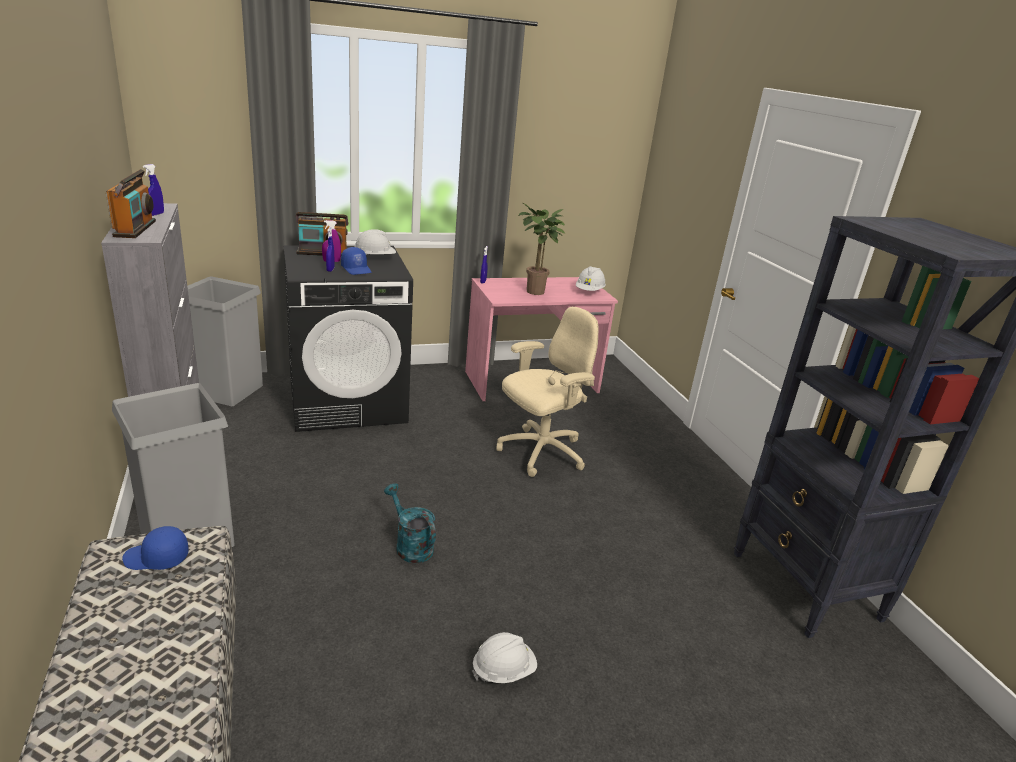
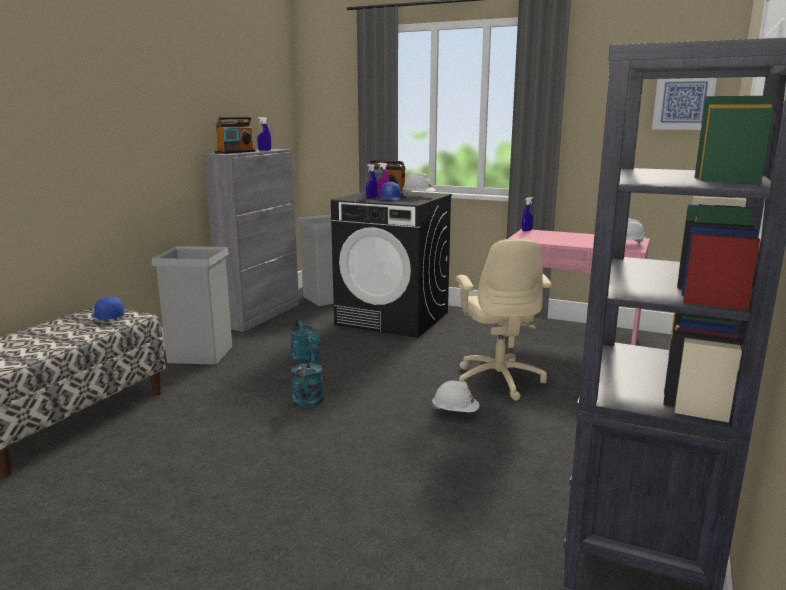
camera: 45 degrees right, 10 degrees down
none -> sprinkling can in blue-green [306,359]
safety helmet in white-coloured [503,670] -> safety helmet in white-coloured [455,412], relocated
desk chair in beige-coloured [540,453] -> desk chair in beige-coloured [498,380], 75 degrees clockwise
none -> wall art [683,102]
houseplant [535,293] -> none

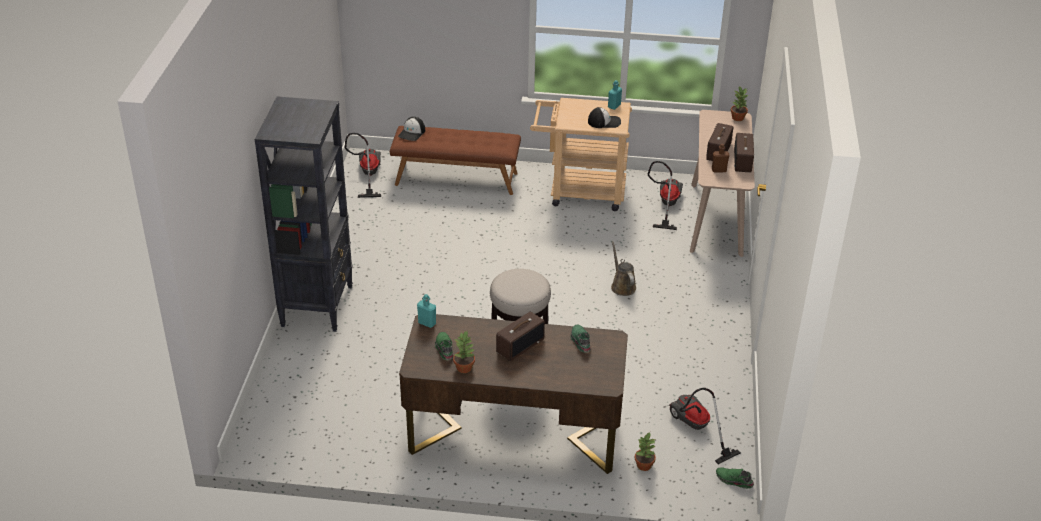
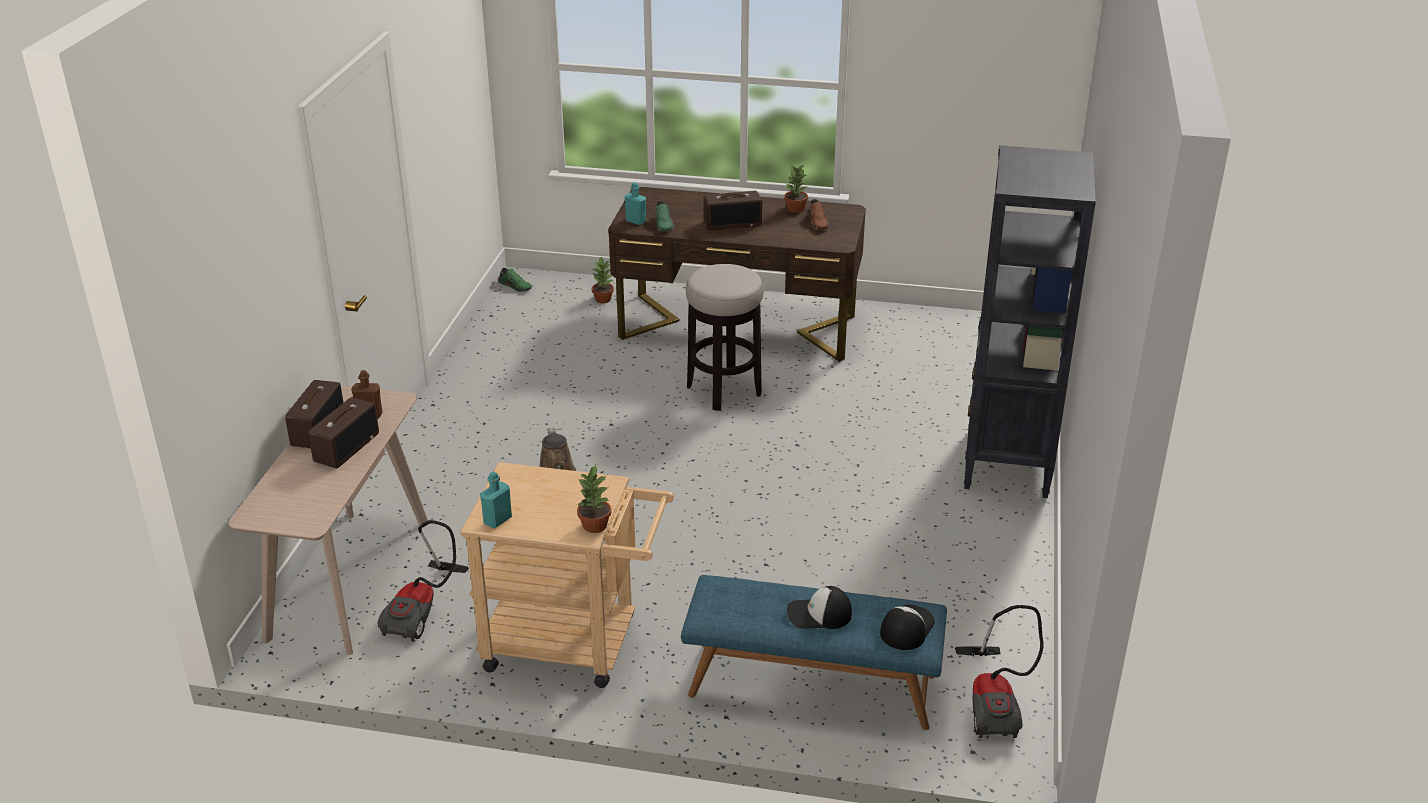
camera: 175 degrees left, 5 degrees down
houseplant [738,118] -> houseplant [594,526], relocated
beverage bottle in blue-green [427,323] -> beverage bottle in blue-green [636,221], relocated
long seat in brown-coloured [456,178] -> long seat in bluish [811,686]
radio set [520,345] -> radio set [732,223], 150 degrees counterclockwise
baseball cap [604,122] -> baseball cap [818,614], relocated
item of footwear in green [444,349] -> item of footwear in brown-coloured [818,223]
hoover [695,429] -> none

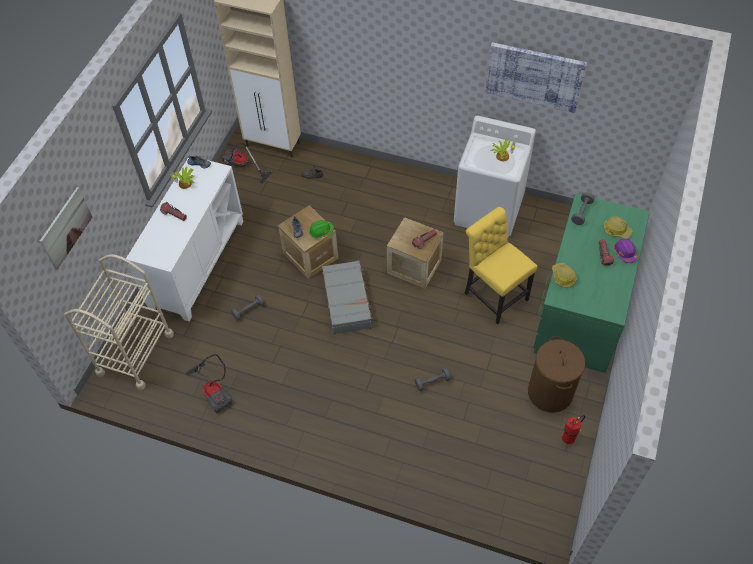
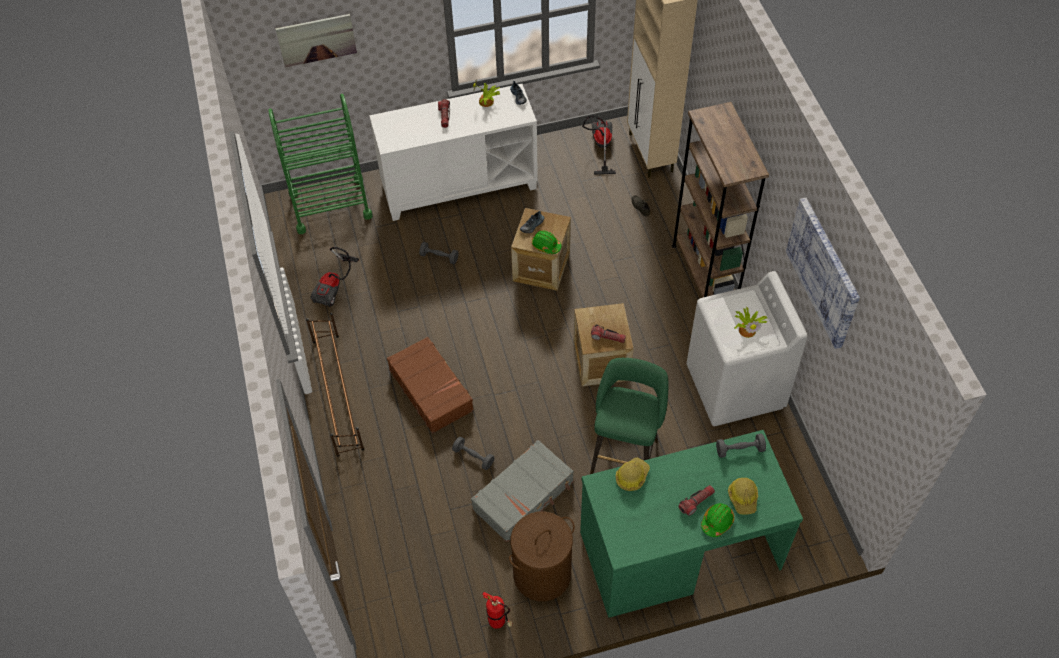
camera: 55 degrees right, 0 degrees up
cart in beige-coloured [135,354] -> cart in green [330,205]
none -> shoe rack in brown-coloured [337,393]
none -> travel case in brown-coloured [431,390]
travel case in gray [347,301] -> travel case in gray [524,496], relocated
plain chair in yellow-coloured [493,294] -> stool in green [625,453]
none -> bookshelf in brown-coloured [704,274]
safety helmet in purplish [624,253] -> safety helmet in green [717,521]

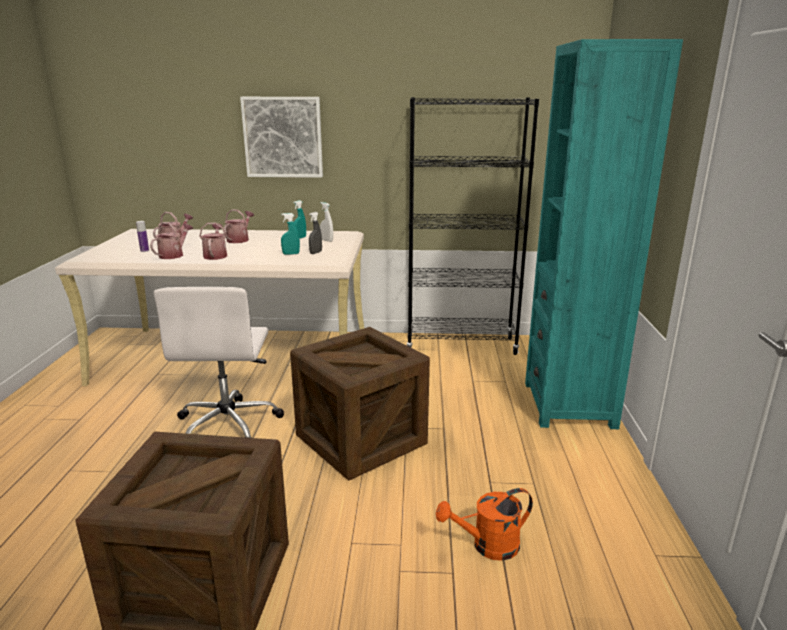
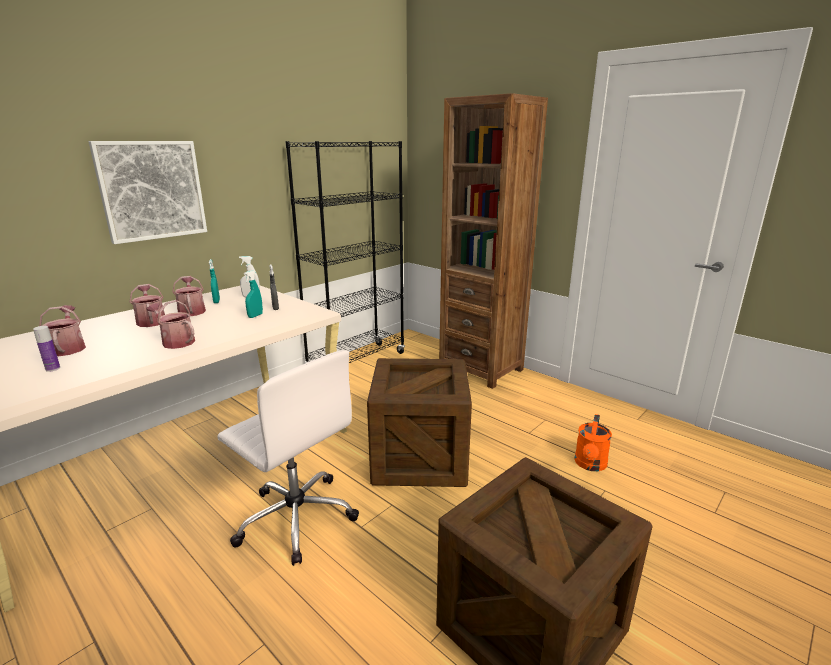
camera: 50 degrees left, 0 degrees up
sprinkling can [174,255] -> sprinkling can [192,311], relocated
bookshelf in blue-green [569,405] -> bookshelf in brown-coloured [481,369]

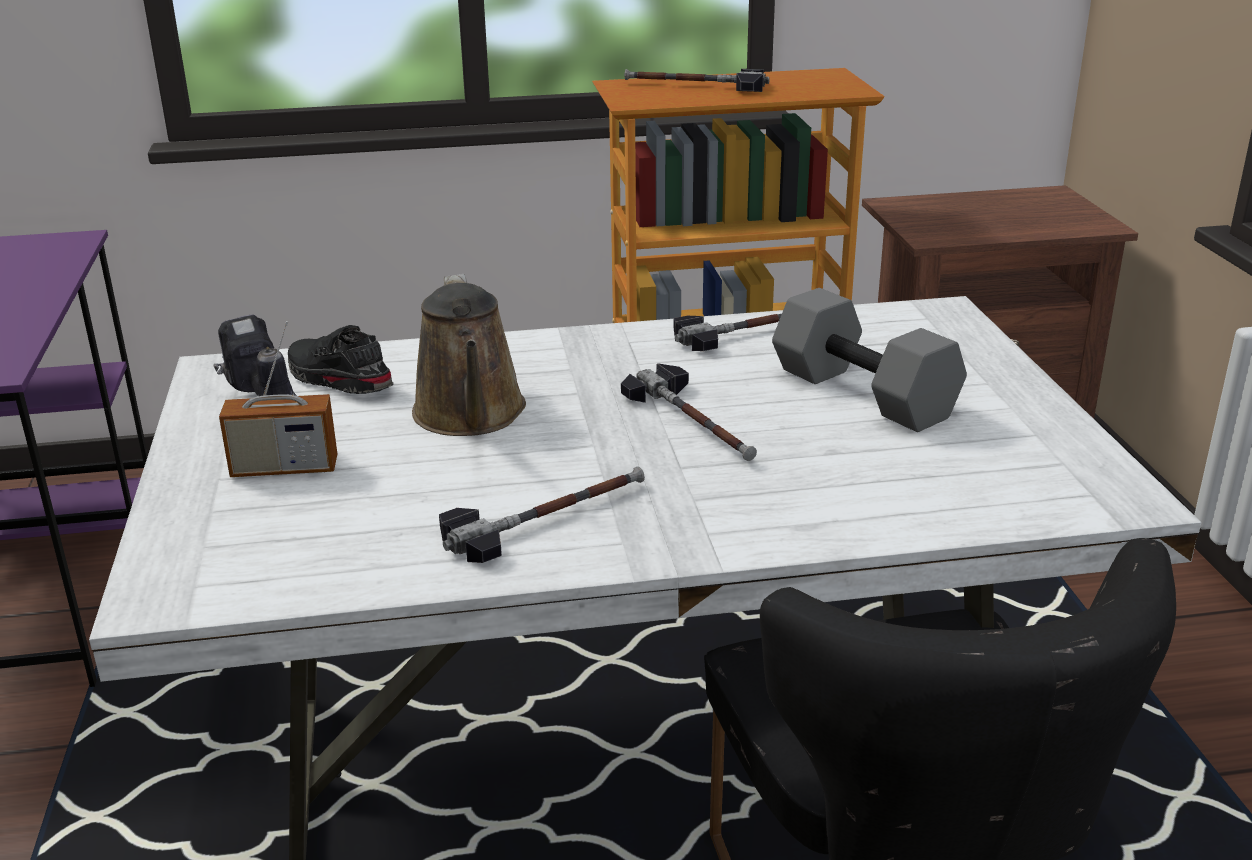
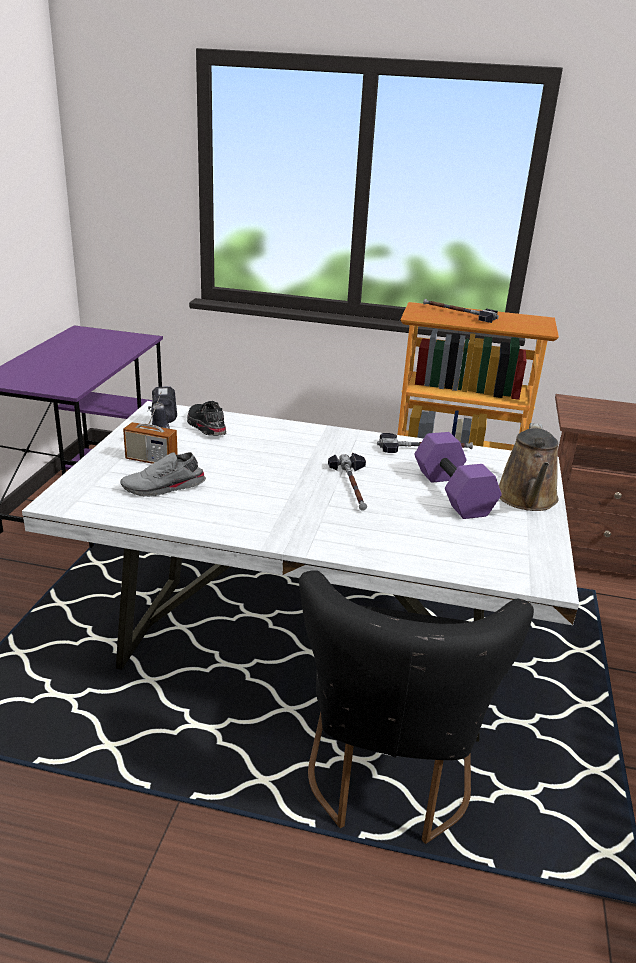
camera: 20 degrees right, 0 degrees up
none -> item of footwear in gray [164,488]
dumbbell in gray [866,393] -> dumbbell in purplish [454,493]
sprinkling can in brown-coloured [470,416] -> sprinkling can in brown-coloured [527,499], relocated
hammer [546,518] -> none

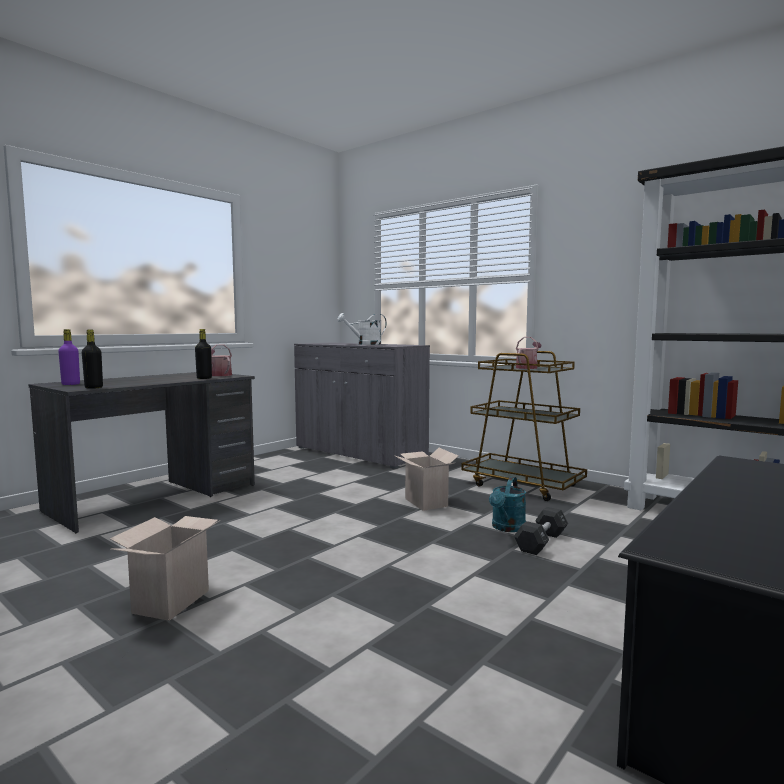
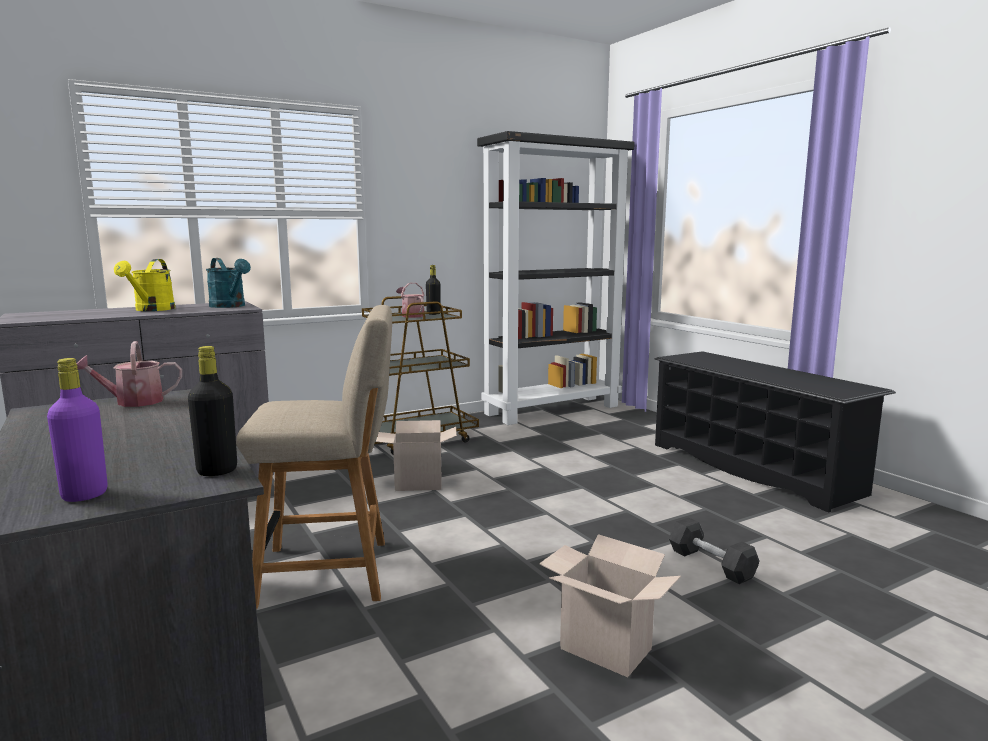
camera: 70 degrees left, 5 degrees up
sprinkling can in white-coloured [365,344] -> sprinkling can in yellow-coloured [151,310]
sprinkling can in blue-green [507,528] -> sprinkling can in blue-green [230,306], relocated
none -> plain chair in beige-coloured [332,572]
beverage bottle in black-coloured [204,378] -> beverage bottle in black-coloured [433,314], relocated
dumbbell in black-coloured [541,542] -> dumbbell in black-coloured [711,564], relocated

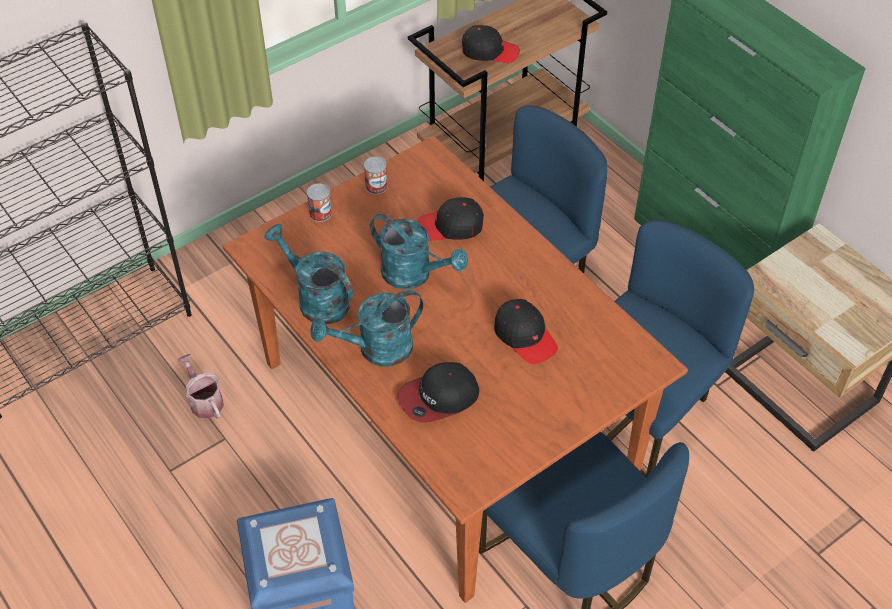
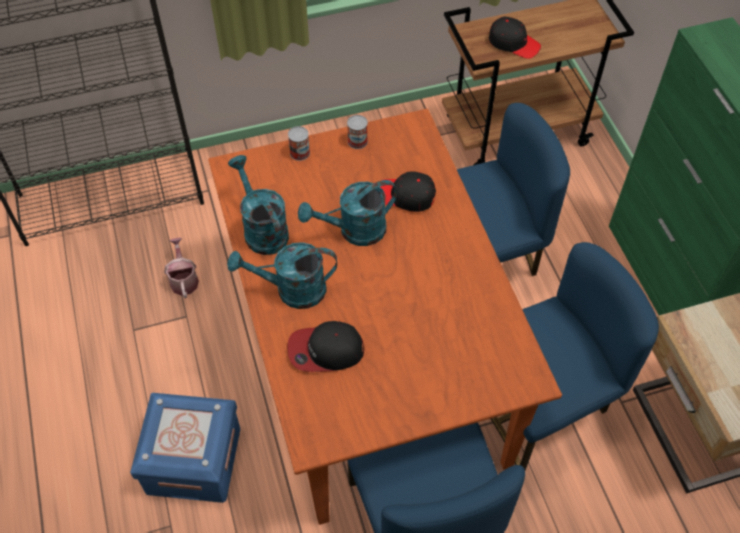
camera: 20 degrees right, 5 degrees up
sprinkling can in blue-green [414,275] -> sprinkling can in blue-green [354,231], 105 degrees clockwise
baseball cap in black-coloured [525,336] -> none

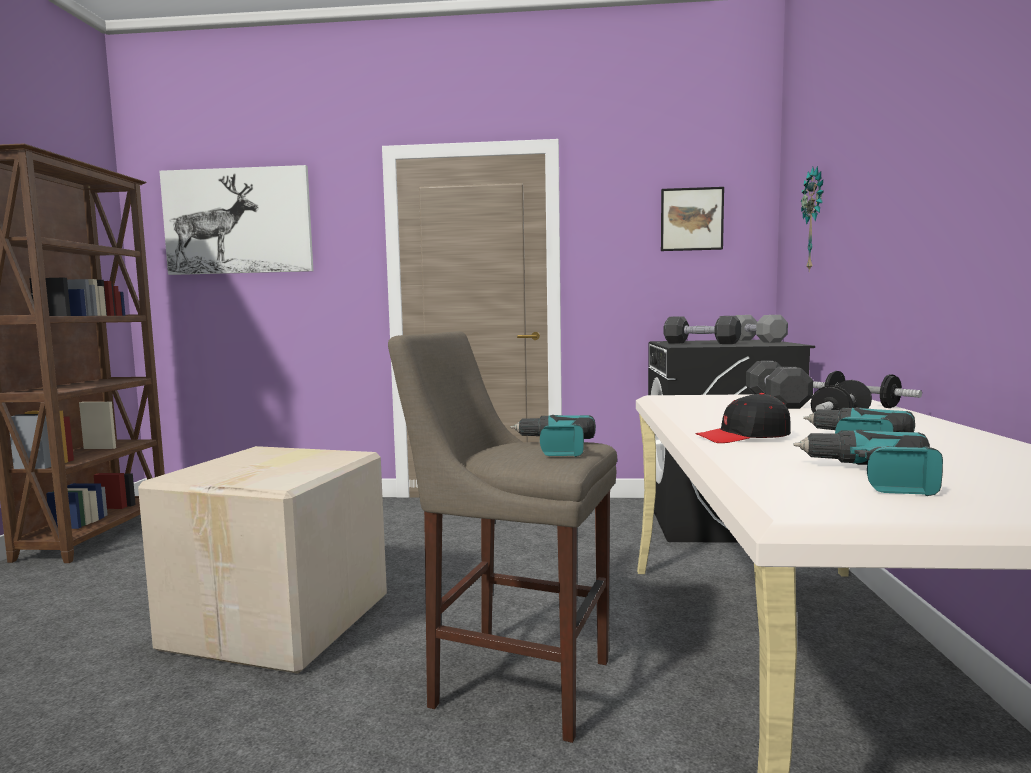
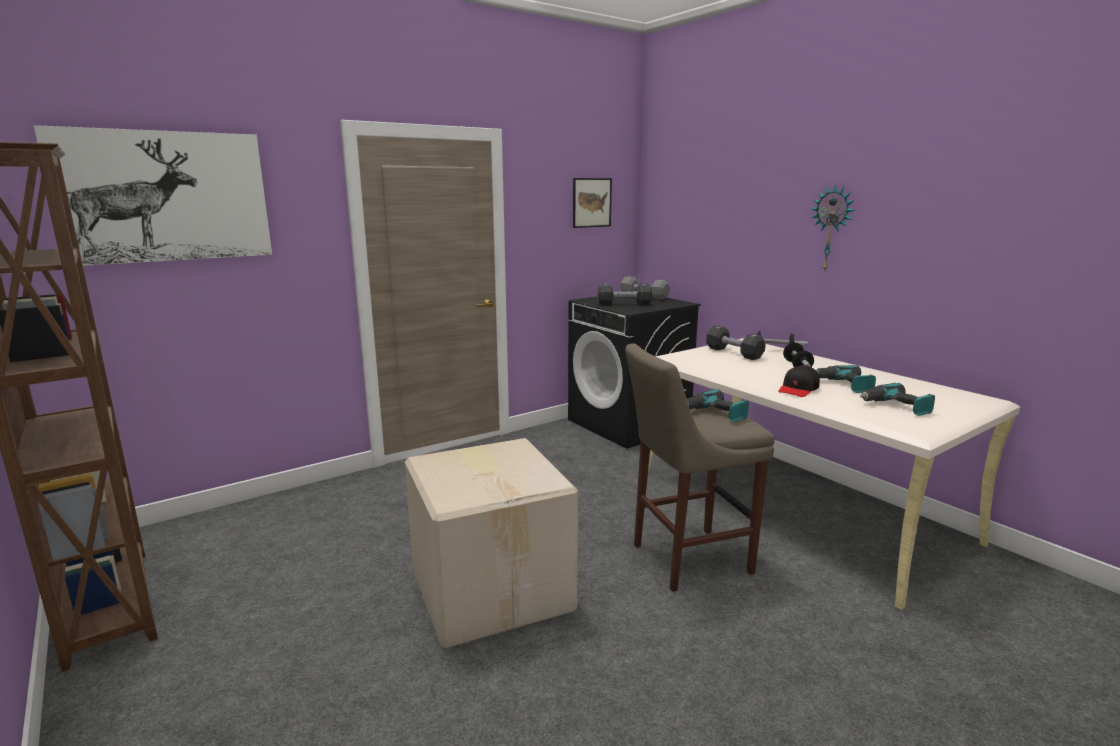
camera: 40 degrees left, 10 degrees up
clock on the wall [815,219] -> clock on the wall [832,229], relocated

